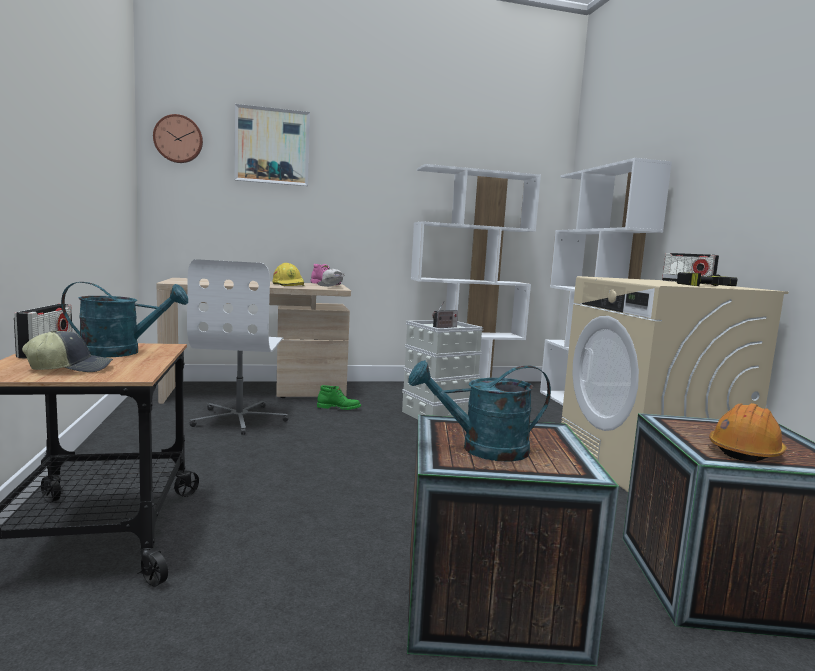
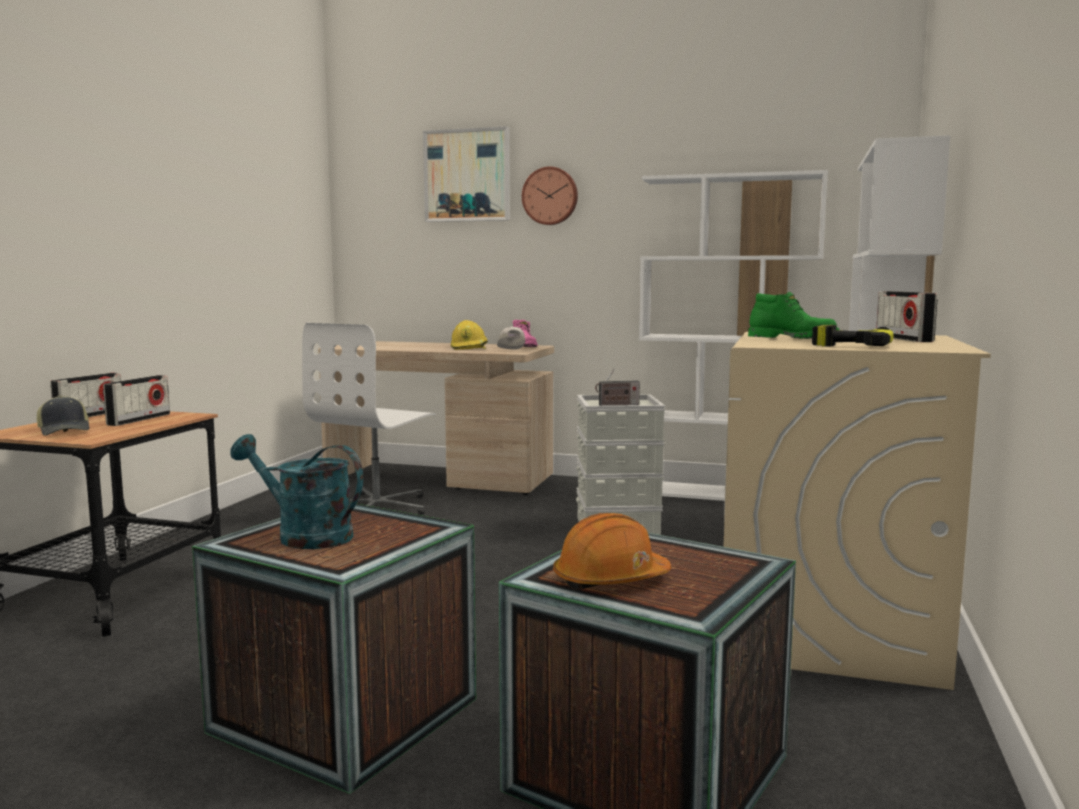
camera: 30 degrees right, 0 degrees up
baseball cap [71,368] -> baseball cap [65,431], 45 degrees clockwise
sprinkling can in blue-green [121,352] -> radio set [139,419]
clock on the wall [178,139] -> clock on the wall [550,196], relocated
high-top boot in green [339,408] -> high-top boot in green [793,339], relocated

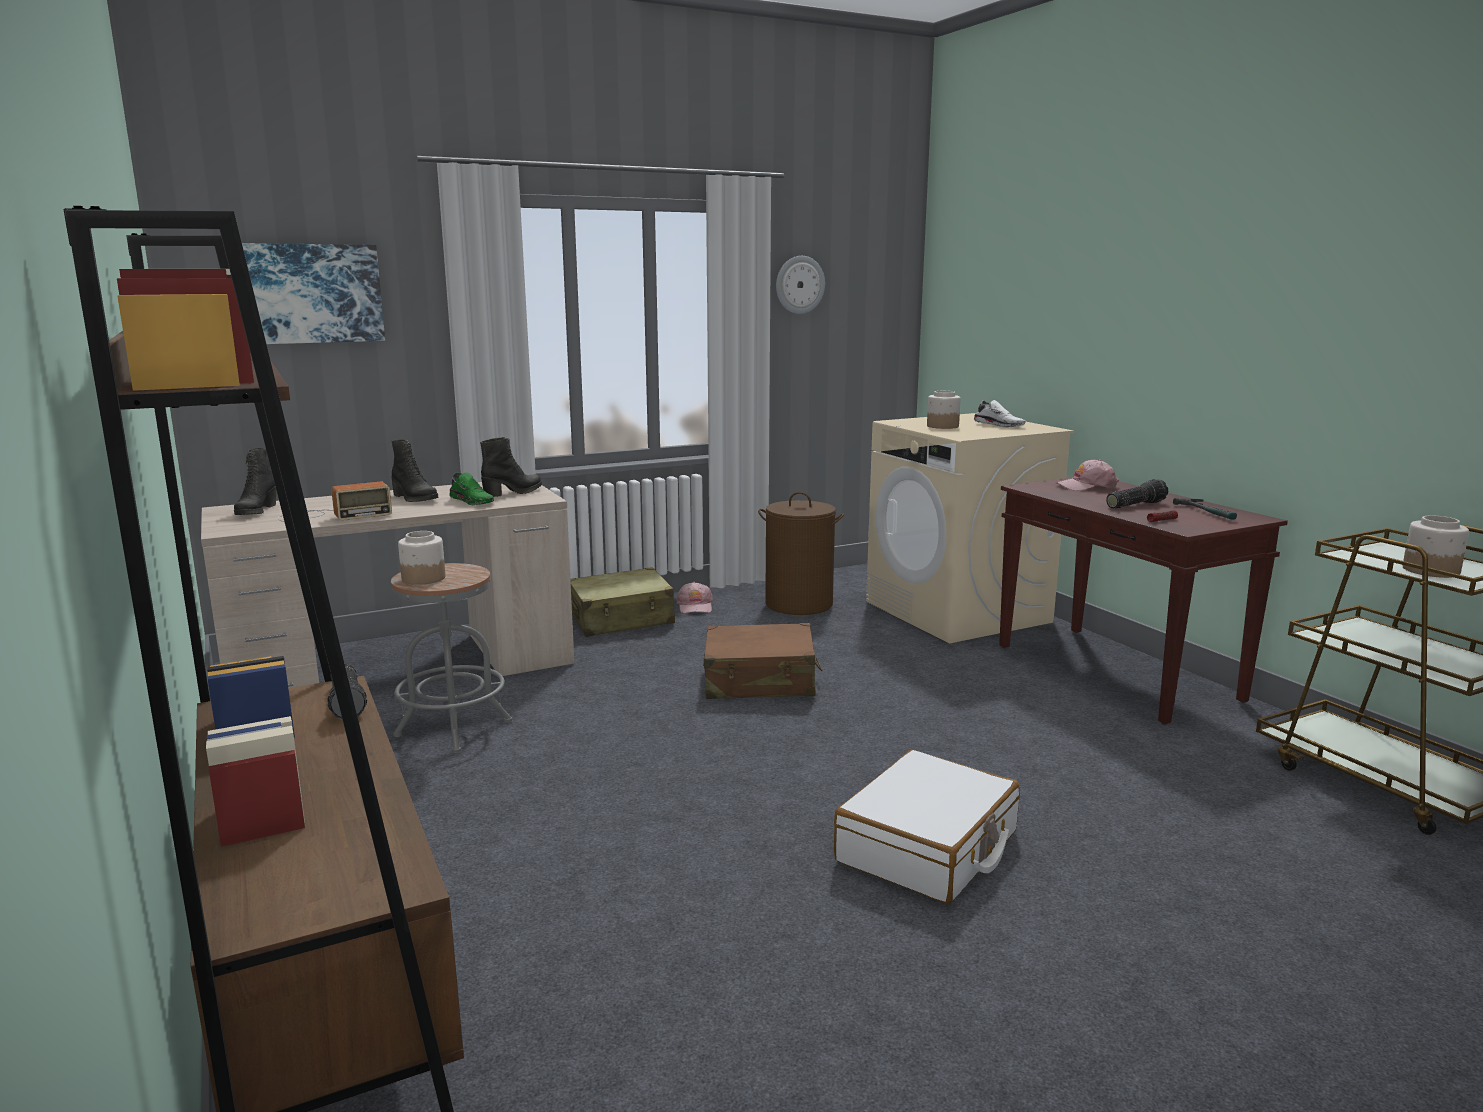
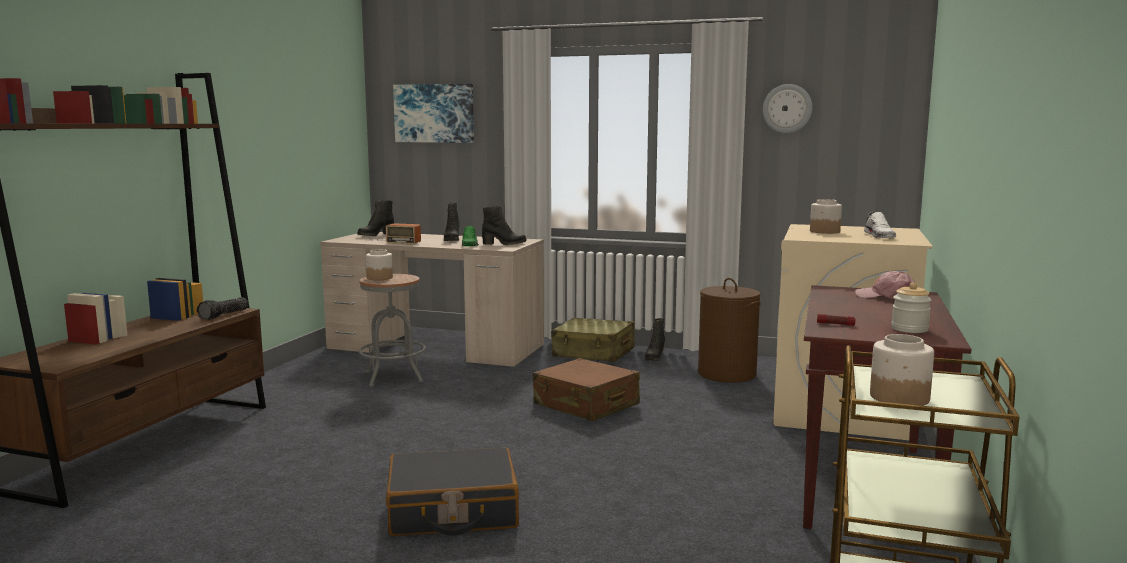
camera: 45 degrees right, 5 degrees down
travel case in white-coloured [928,848] -> travel case in black-coloured [452,511]
baseball cap in pink-coloured [695,606] -> high-top boot in black-coloured [654,357]
hammer [1208,513] -> jar [909,329]
torch [1134,505] -> none

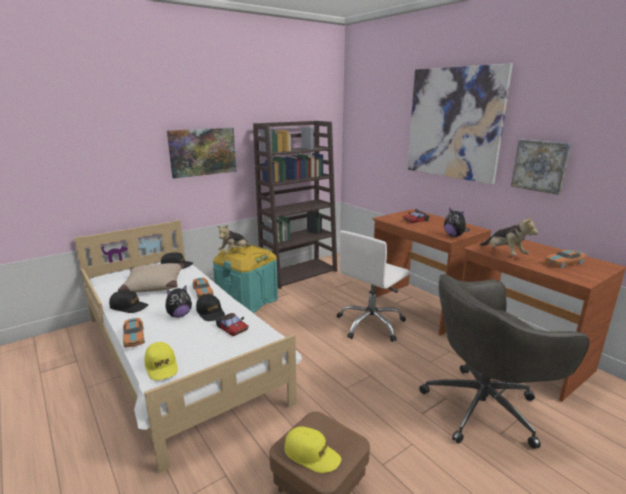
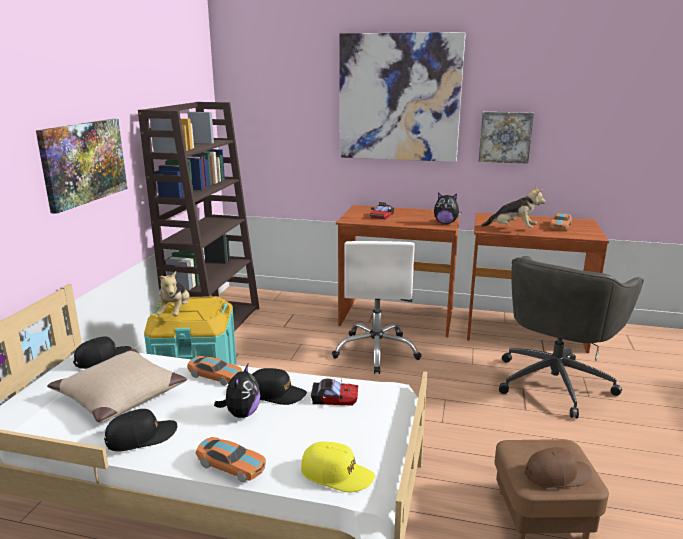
camera: 40 degrees left, 0 degrees up
baseball cap in yellow-coloured [312,454] -> baseball cap in brown-coloured [557,475]

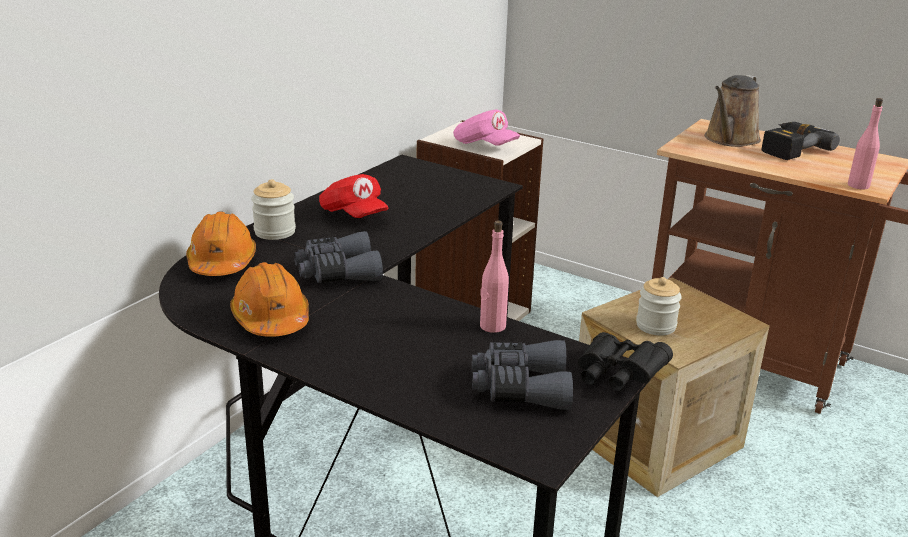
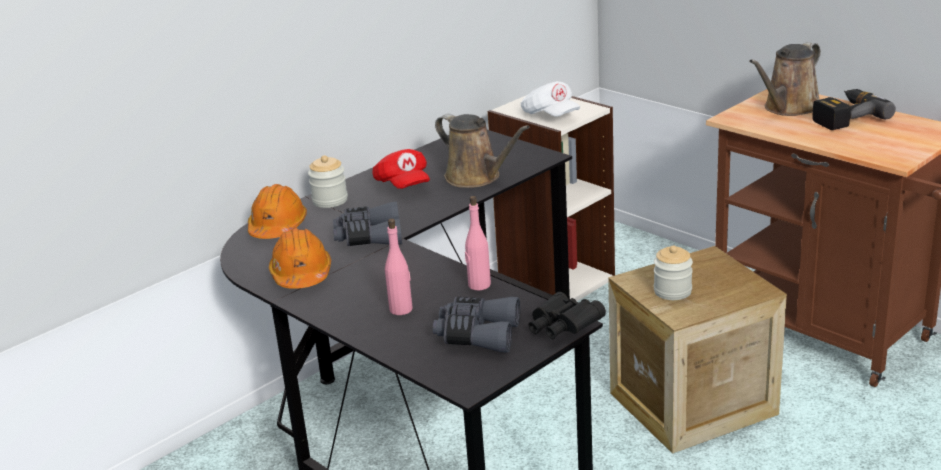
camera: 15 degrees right, 0 degrees up
beverage bottle in pink-coloured [858,185] -> beverage bottle in pink-coloured [401,309], relocated
none -> sprinkling can in brown-coloured [476,177]
baseball cap in pink-coloured [484,145] -> baseball cap in white-coloured [550,115]

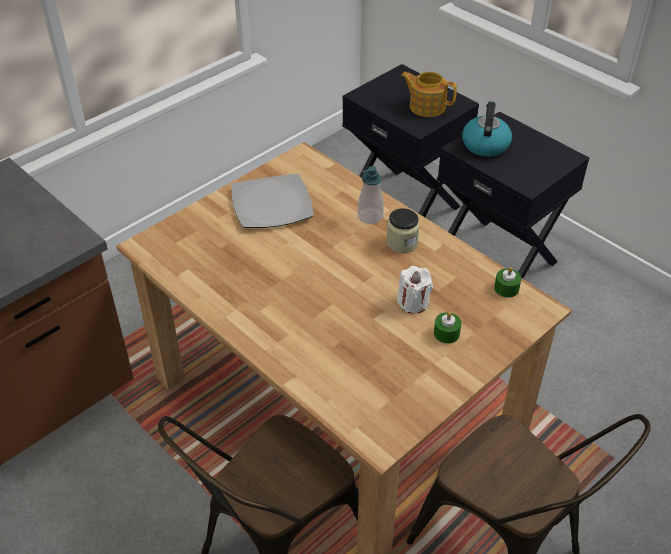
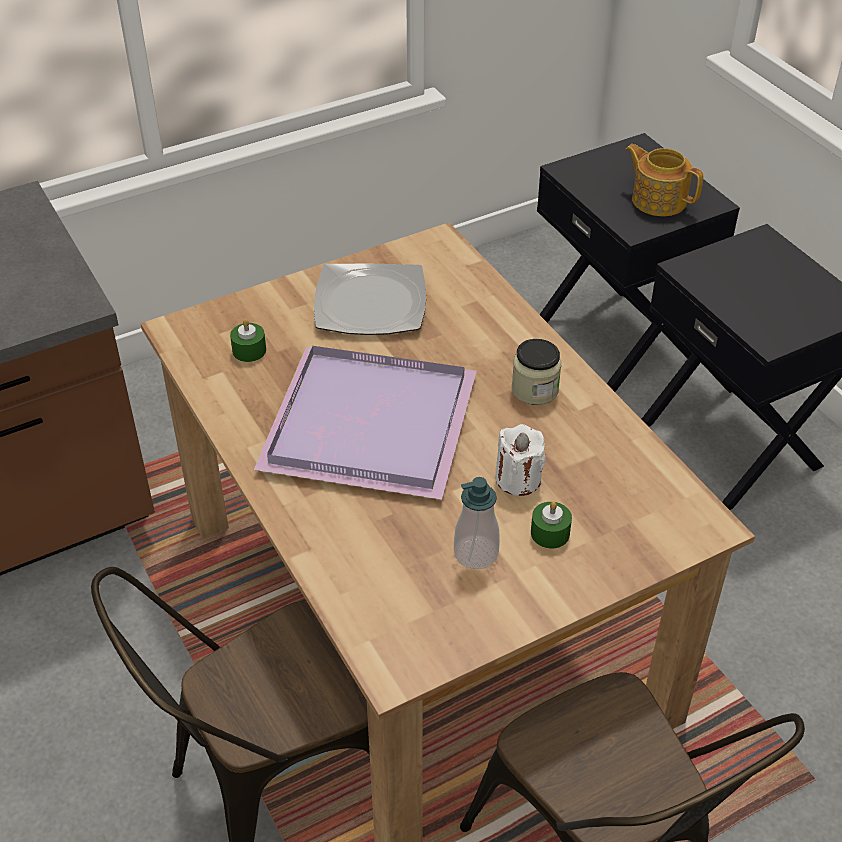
camera: 15 degrees right, 0 degrees up
candle in green [506,288] -> candle in green [249,350], relocated
none -> carrying tray in purplish [367,421]
liquid soap bottle [370,216] -> liquid soap bottle [476,553], relocated
water kettle [485,144] -> none

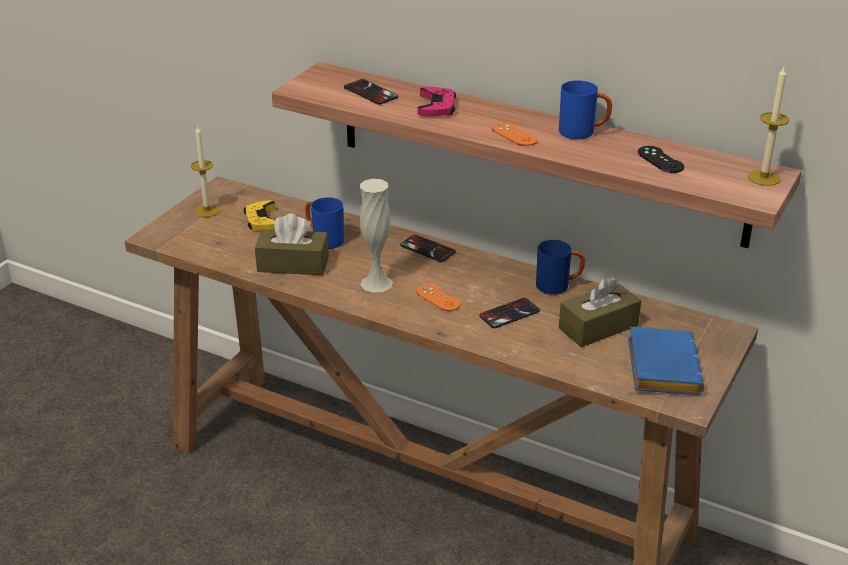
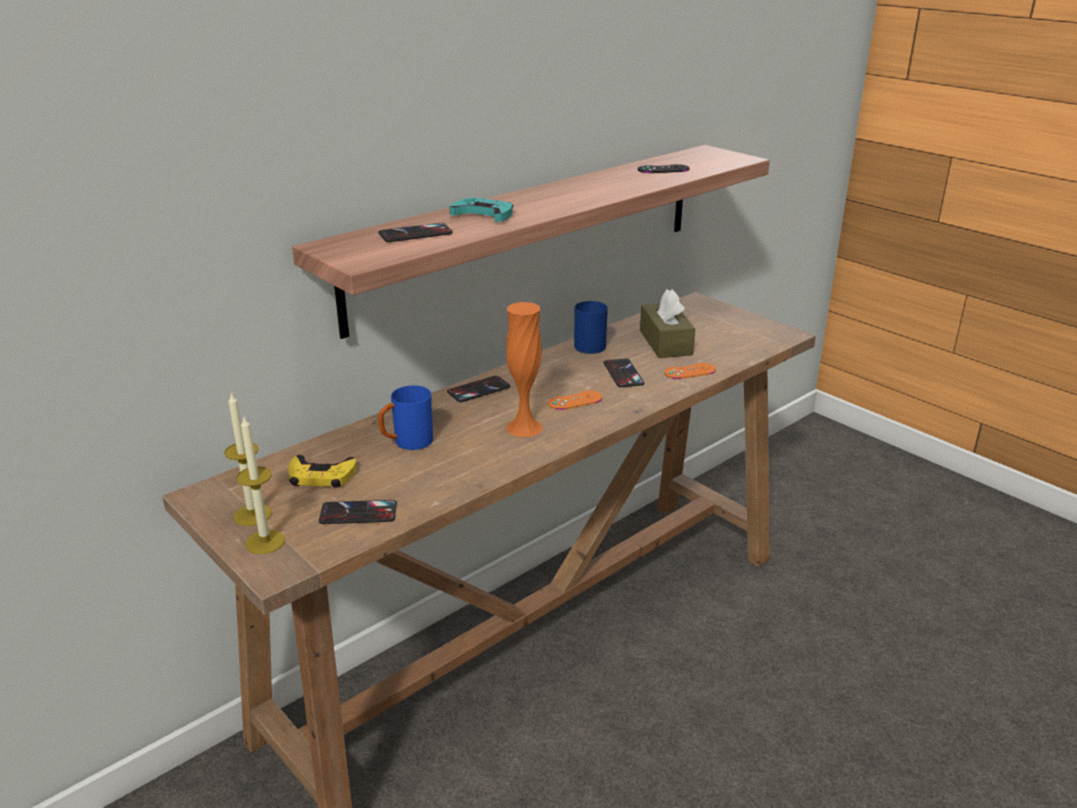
camera: 70 degrees left, 5 degrees down
candle [764,178] -> candle [265,542], relocated
none -> telephone [358,513]
joypad in pink-coloured [437,106] -> joypad in blue-green [483,215]
vase in white-coloured [376,283] -> vase in orange [524,427]
joypad in orange [514,134] -> joypad in orange [690,371], relocated
tissue box in brown-coloured [293,264] -> none
coffee mug in bluish [583,133] -> none
volume in bluish [660,367] -> none

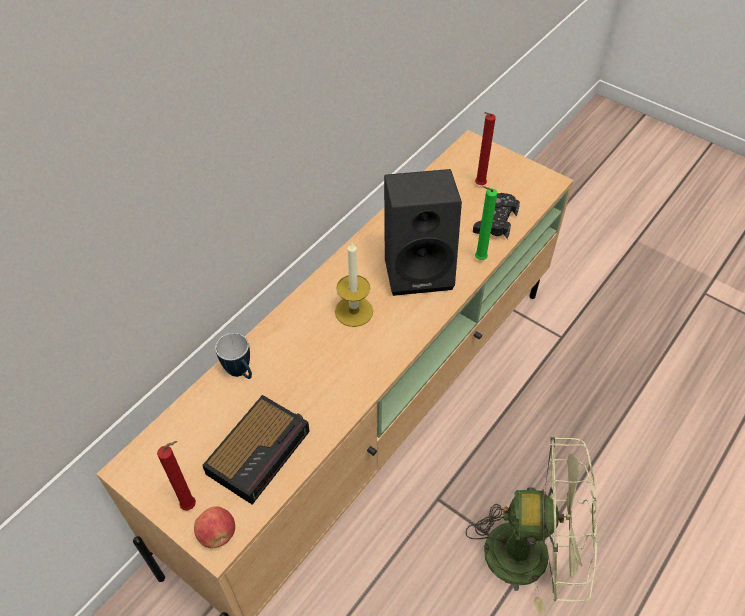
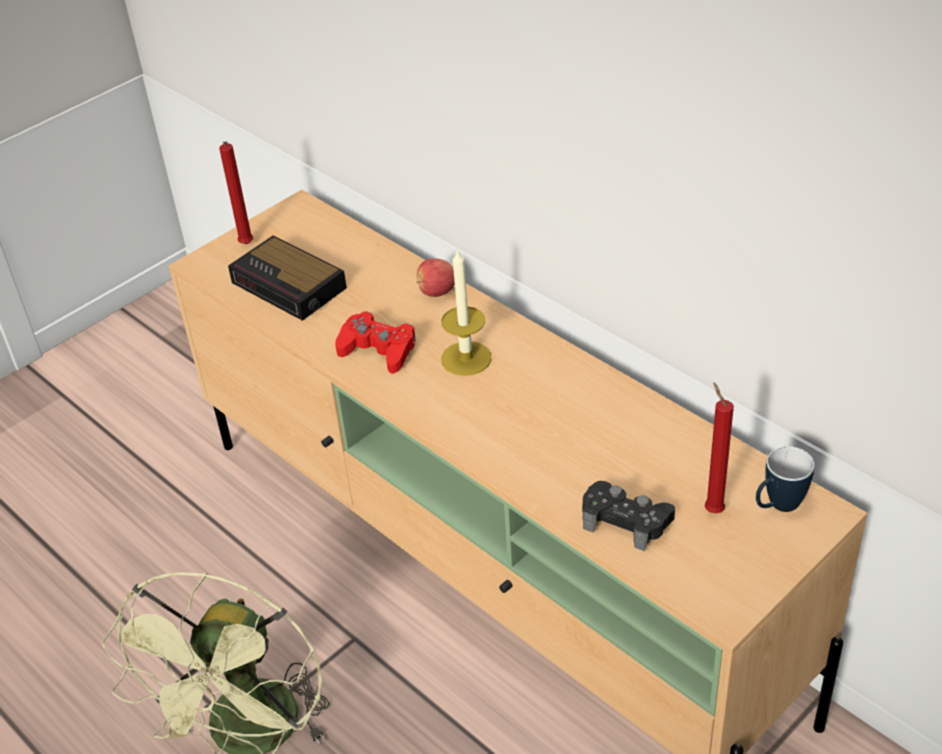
camera: 100 degrees right, 10 degrees down
none -> joypad in red-coloured [378,349]
apple [217,534] -> apple [436,292], relocated
coffee mug [241,373] -> coffee mug [777,507], relocated
speaker in black-coloured [419,268] -> none
candle in green [478,259] -> none

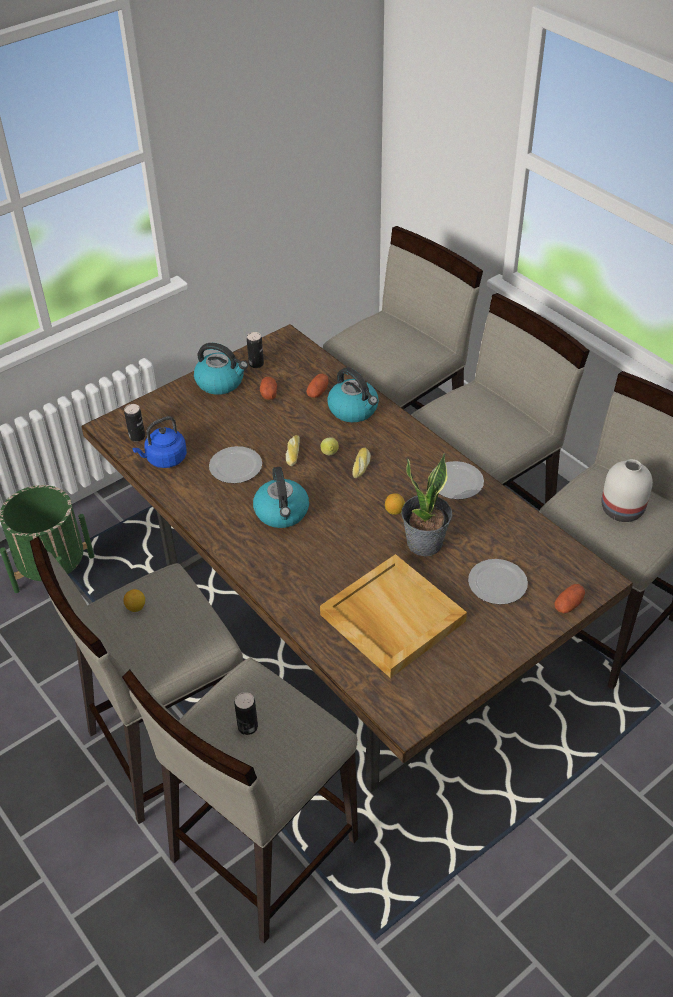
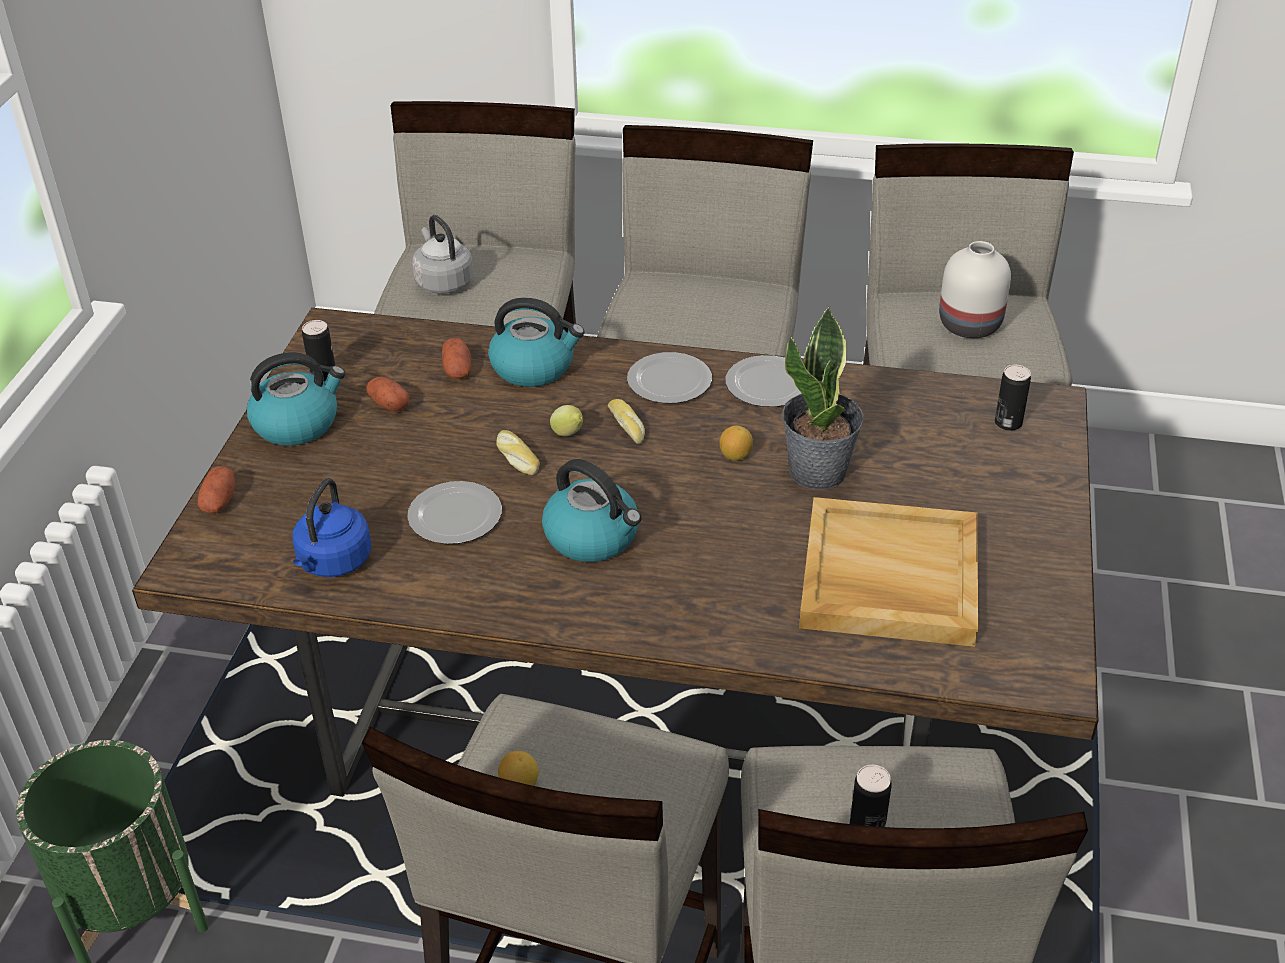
camera: 40 degrees left, 5 degrees down
spud [568,605] -> spud [219,501], relocated
none -> water kettle in gray [443,281]
plate [497,582] -> plate [668,380], relocated
metal can [137,437] -> metal can [1008,423], relocated

